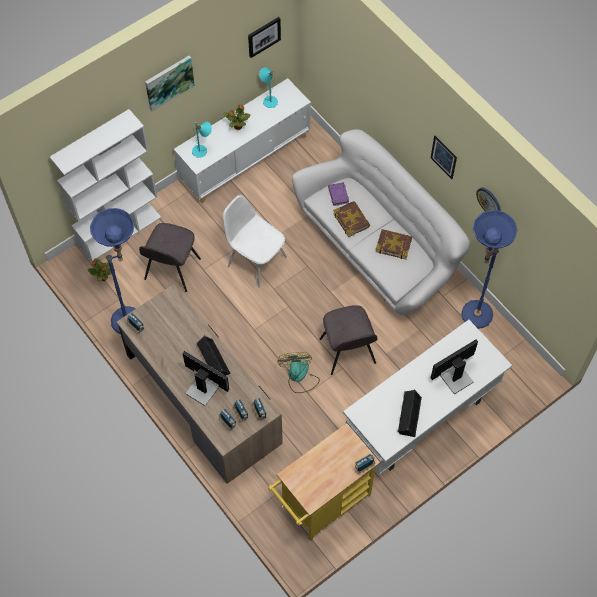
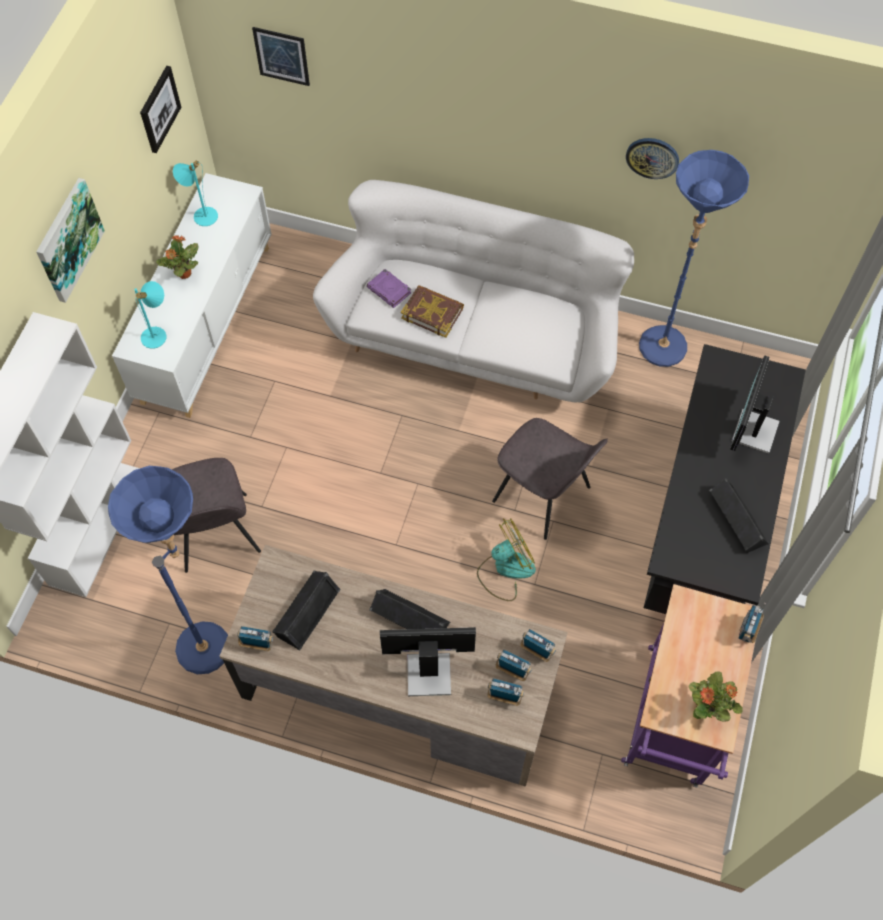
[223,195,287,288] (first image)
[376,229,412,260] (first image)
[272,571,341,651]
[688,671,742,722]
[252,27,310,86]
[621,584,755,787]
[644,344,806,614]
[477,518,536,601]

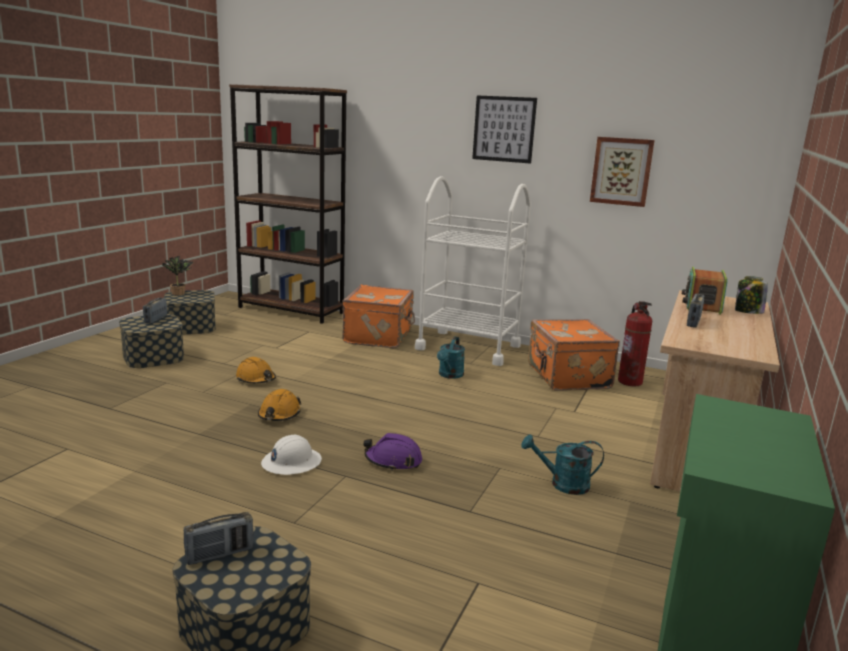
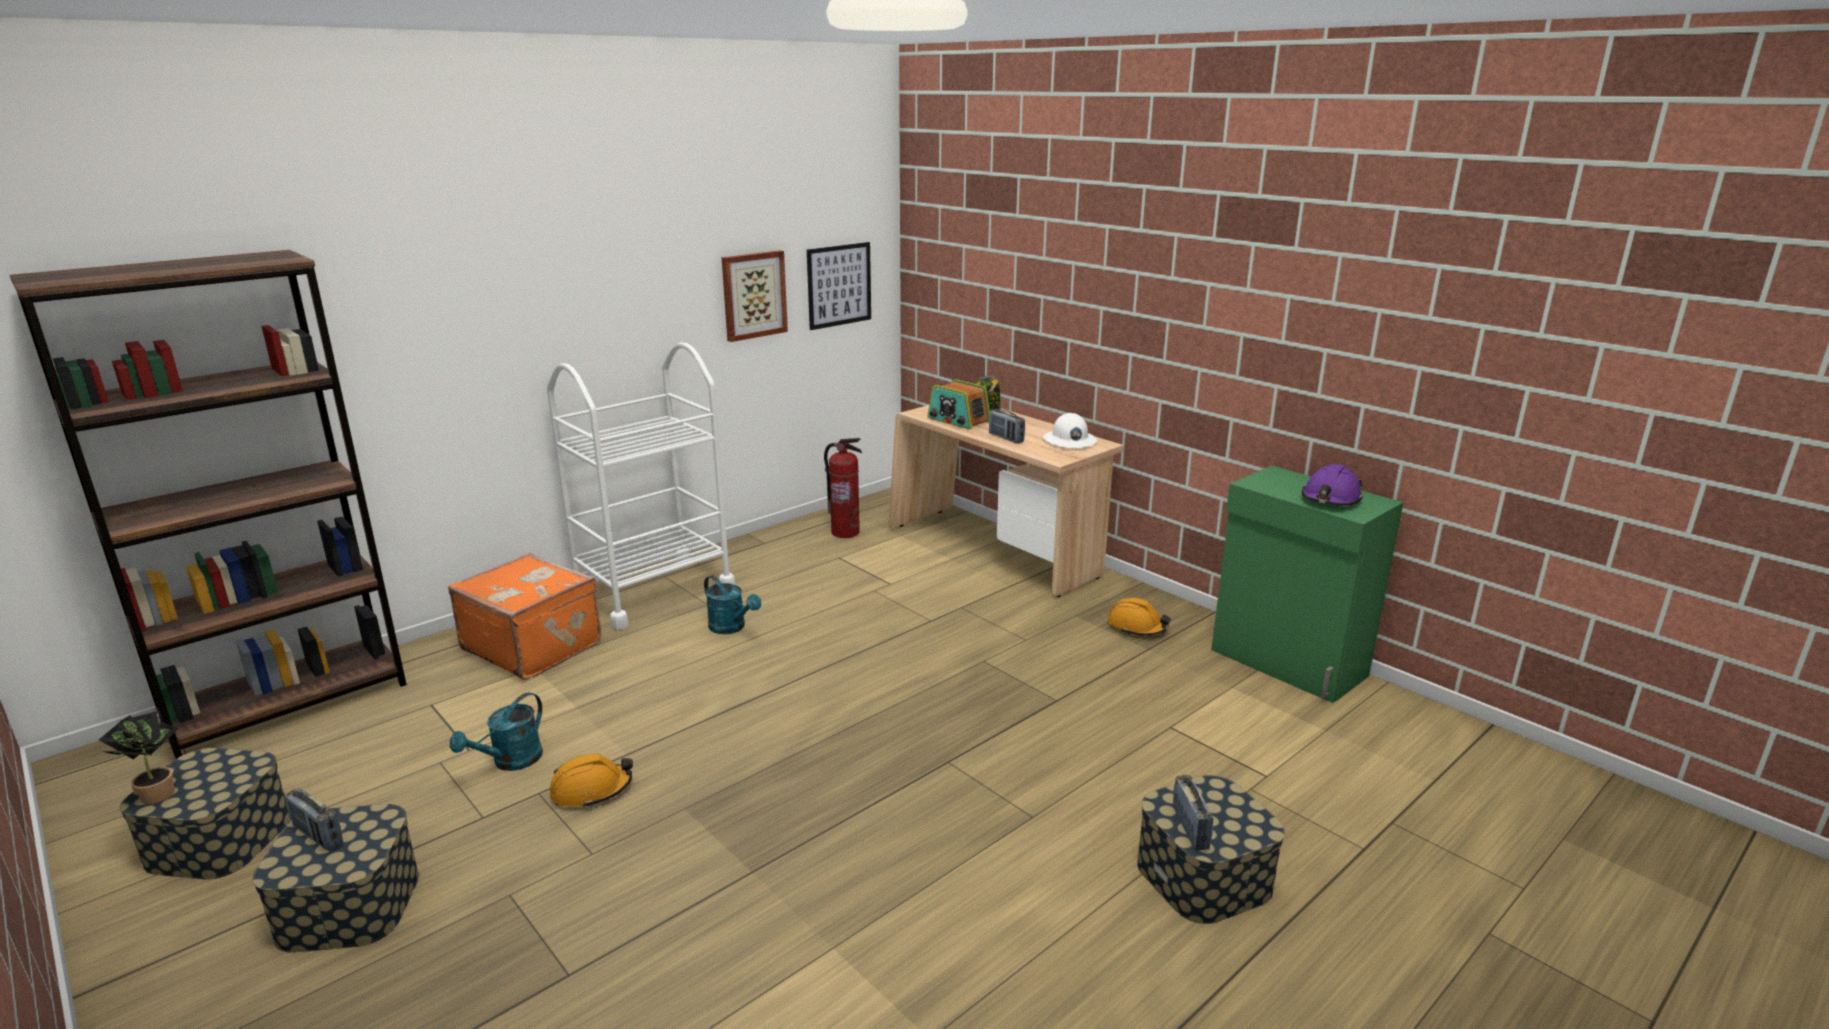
[528,319,620,391] (first image)
[1107,598,1171,636]
[1043,413,1097,448]
[1301,464,1363,506]
[807,242,871,330]
[450,692,543,771]

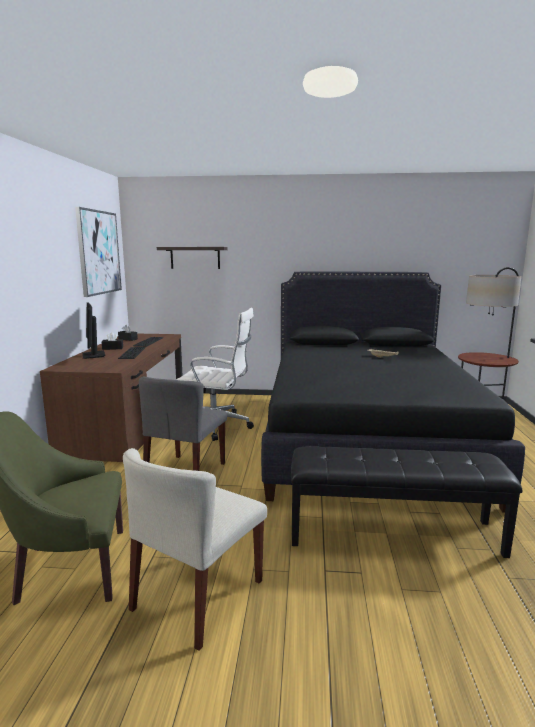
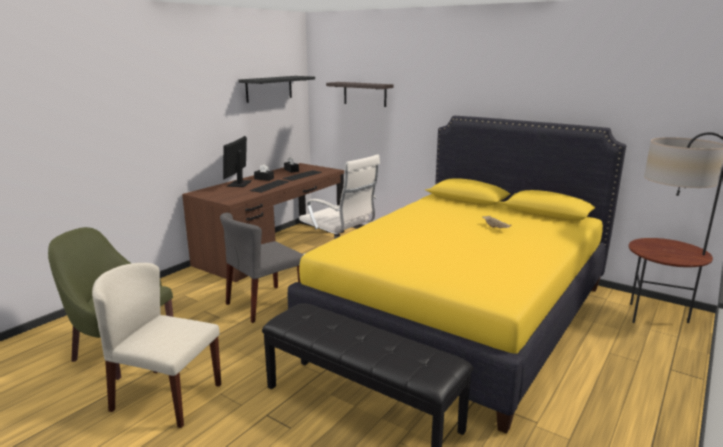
[239,76,315,103]
[288,116,626,434]
[92,263,221,428]

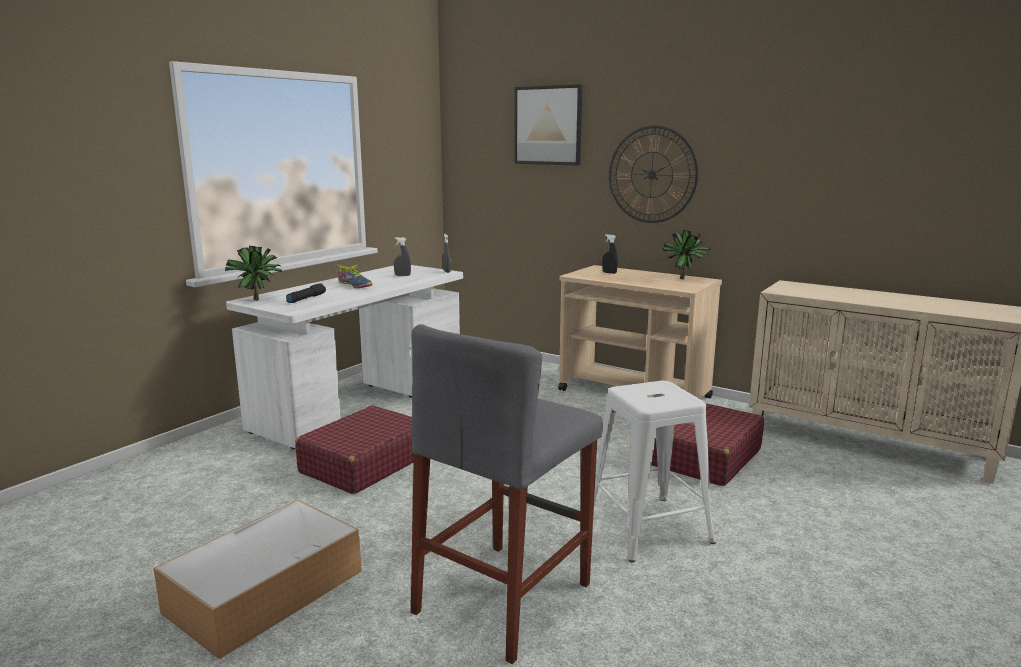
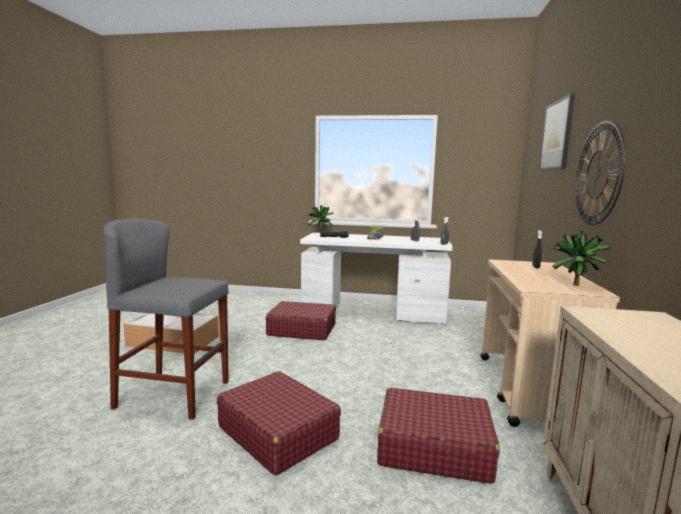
[217,371,341,475]

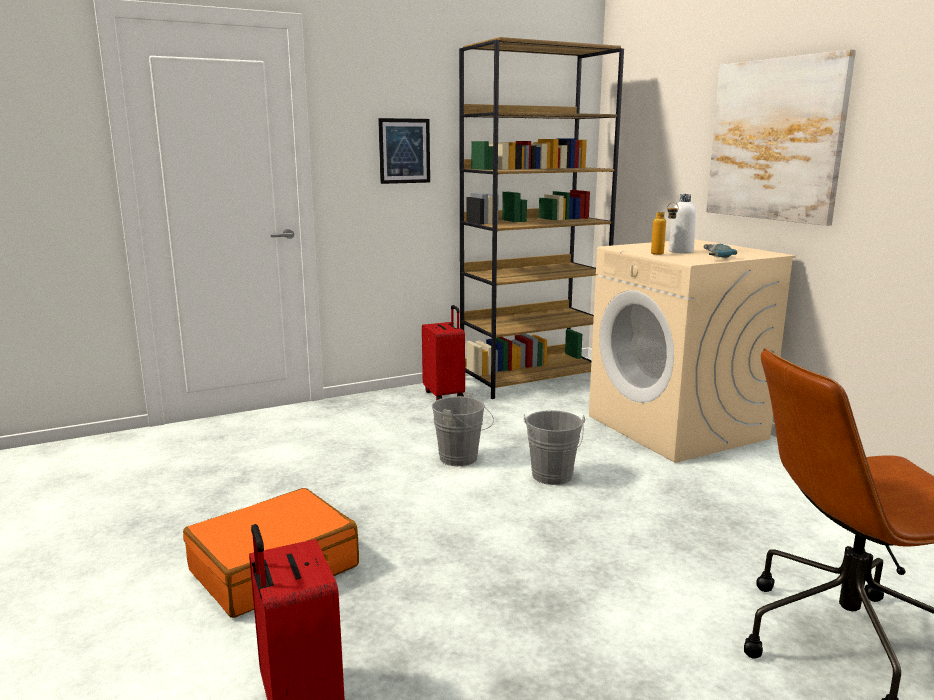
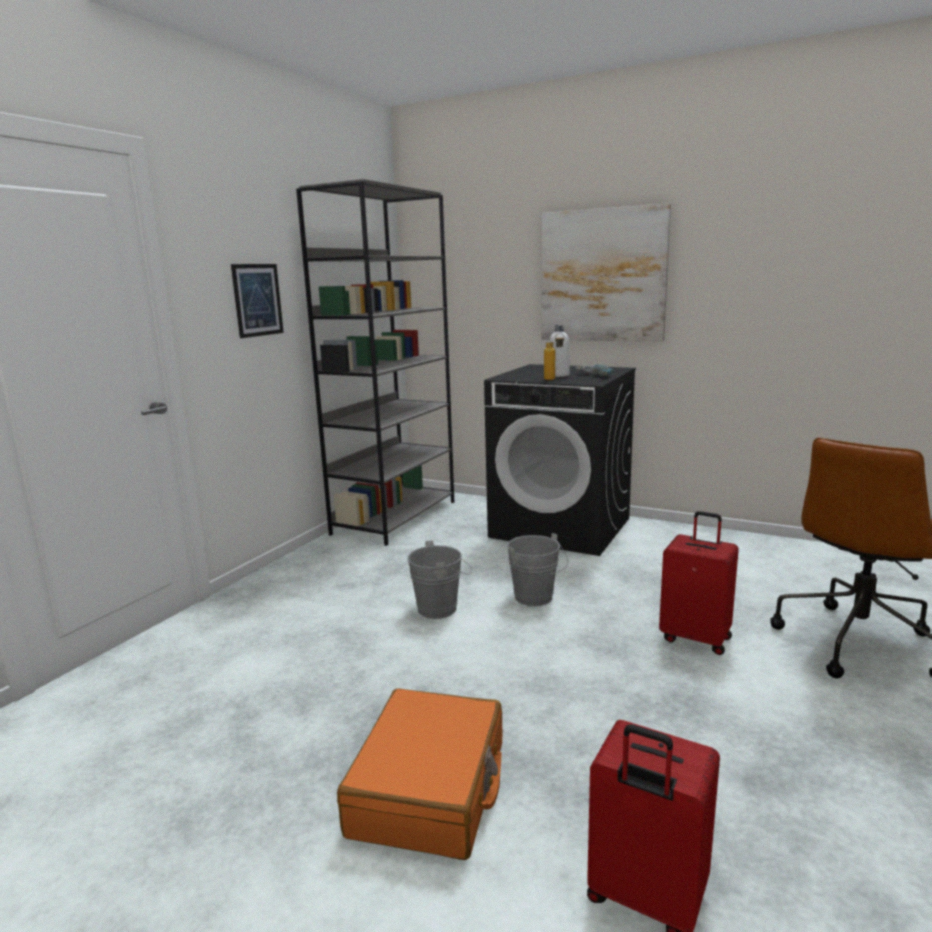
[659,511,739,655]
[296,179,454,546]
[484,364,636,556]

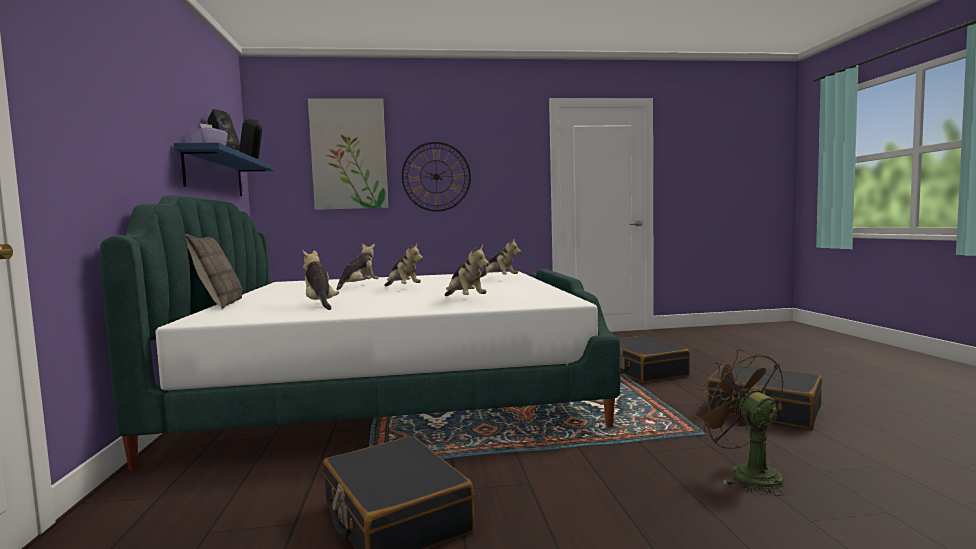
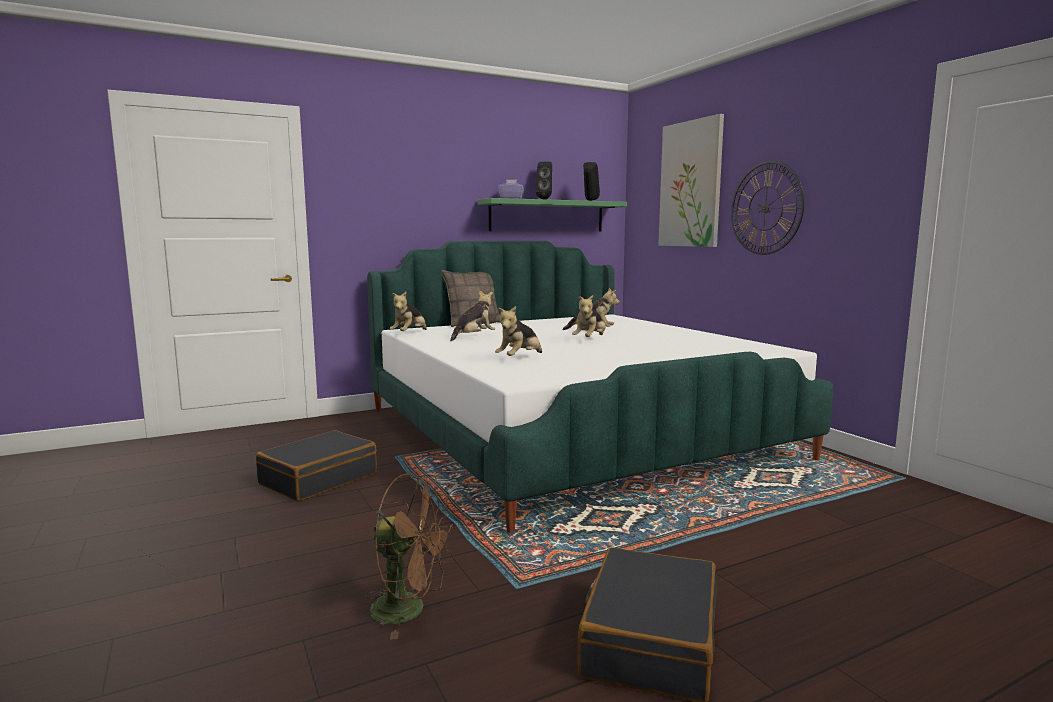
[619,335,690,383] (first image)
[390,292,427,331]
[478,198,627,232]
[366,474,455,640]

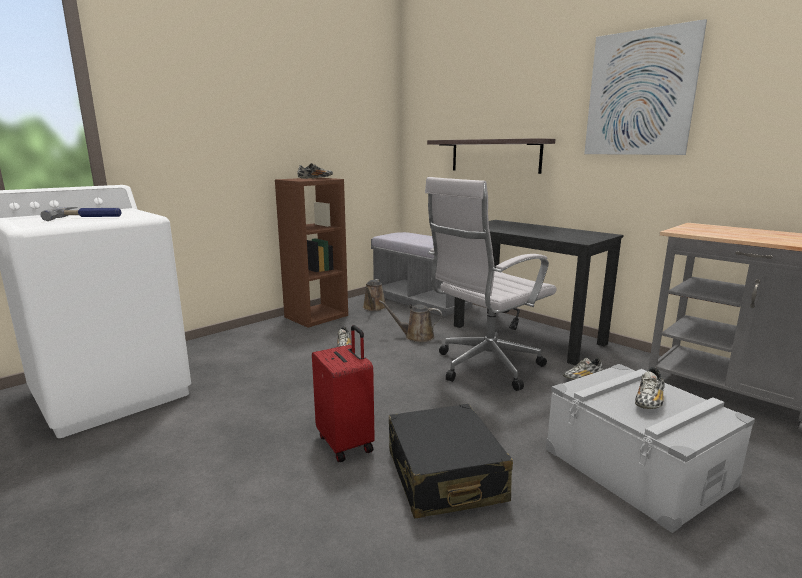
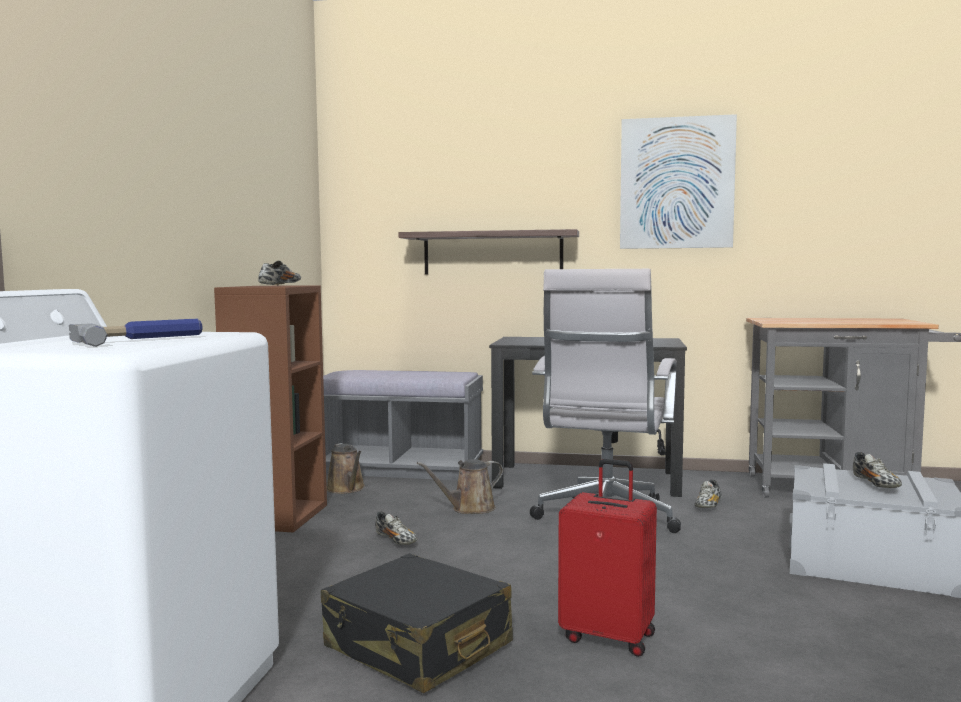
[321,553,513,693]

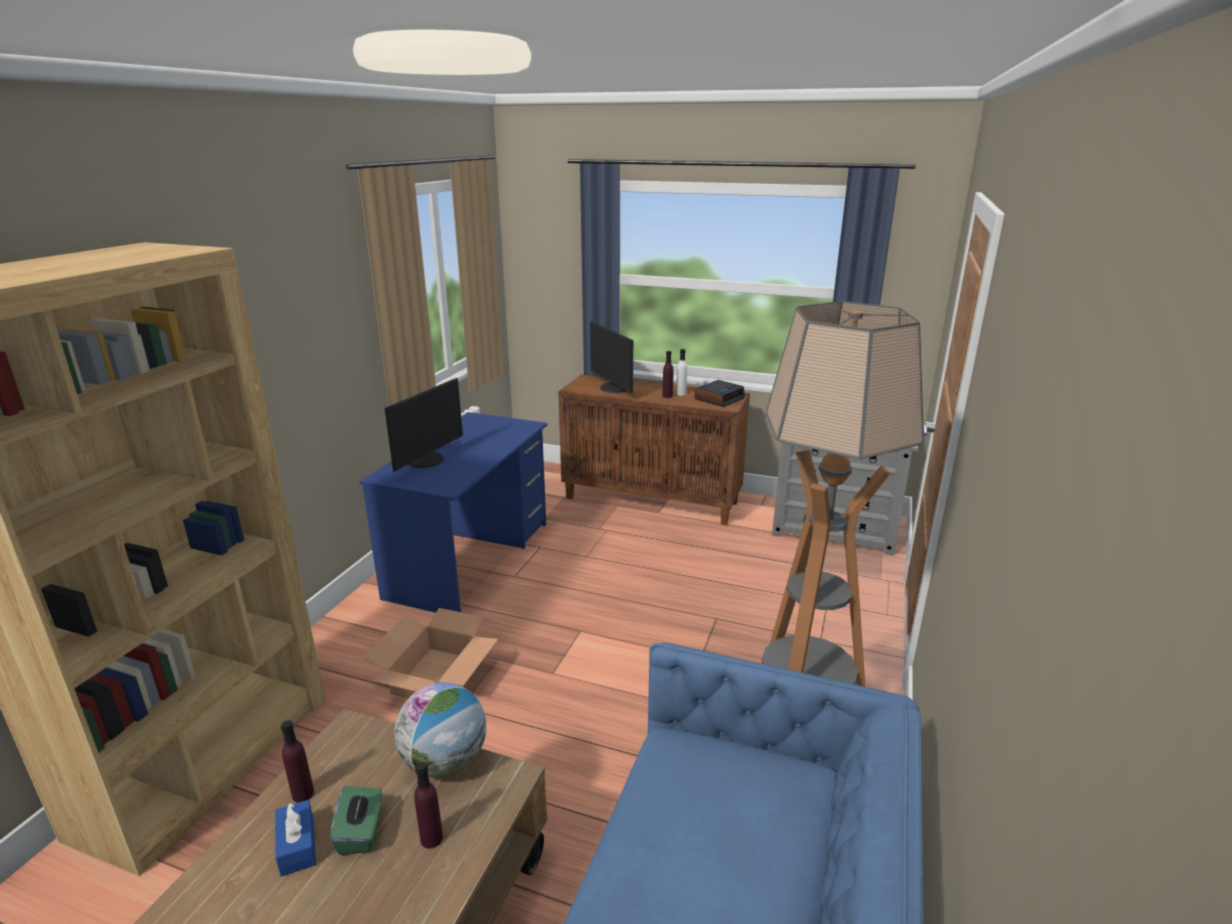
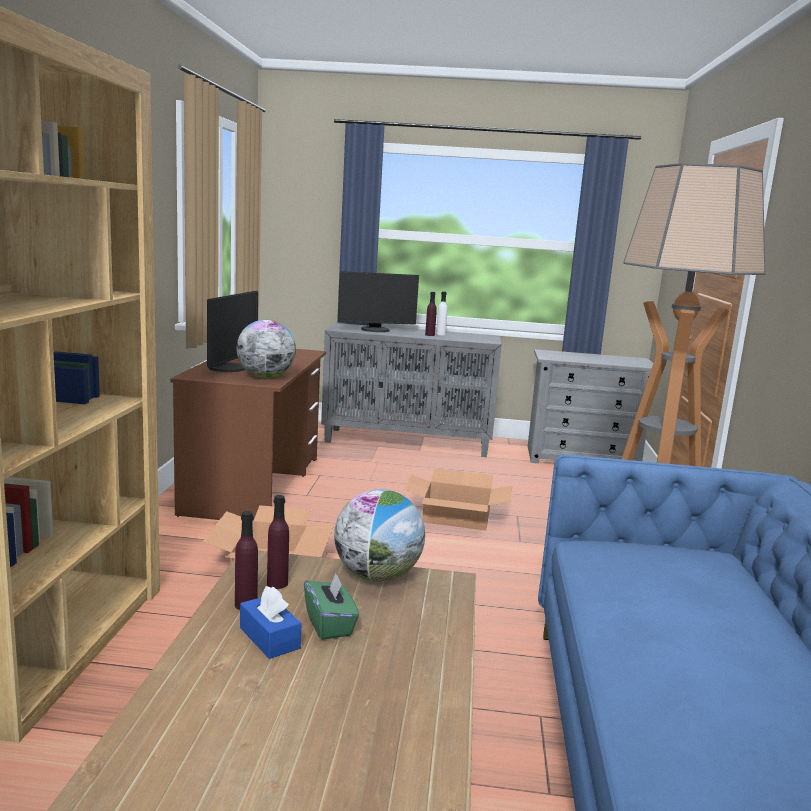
[695,380,745,407] (first image)
[237,319,296,378]
[404,468,512,531]
[267,495,289,589]
[170,349,326,521]
[321,323,501,457]
[338,271,419,332]

